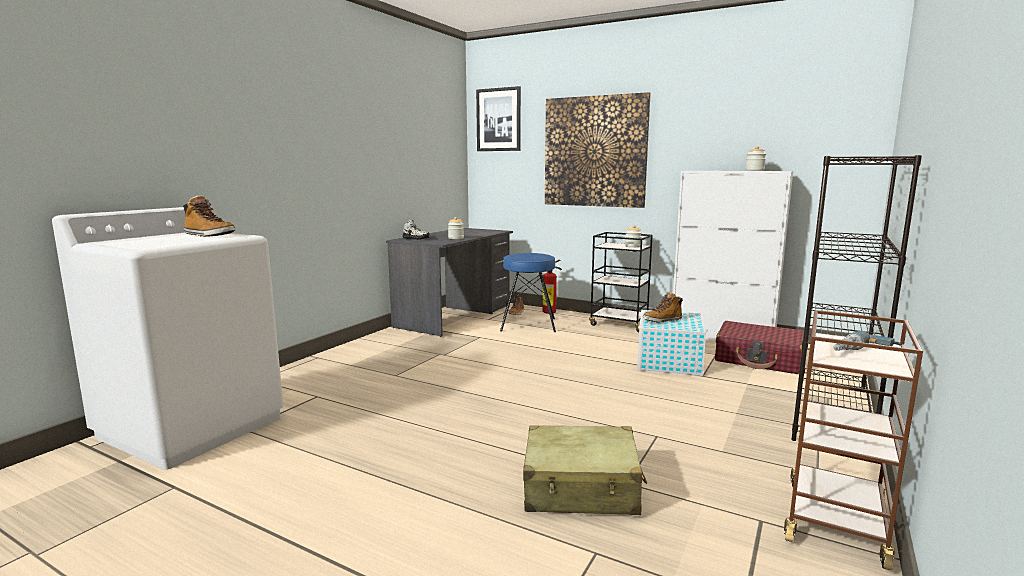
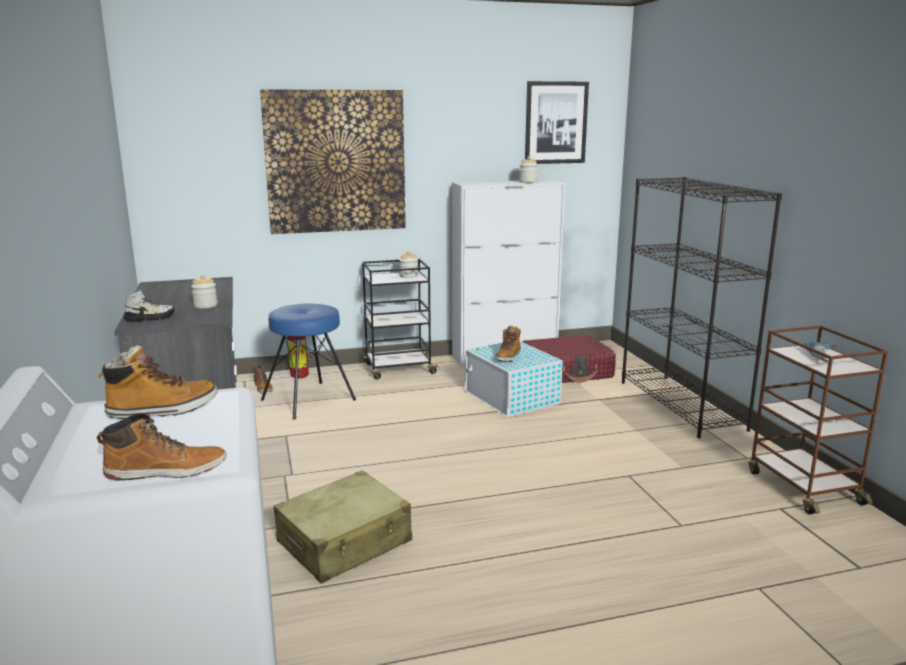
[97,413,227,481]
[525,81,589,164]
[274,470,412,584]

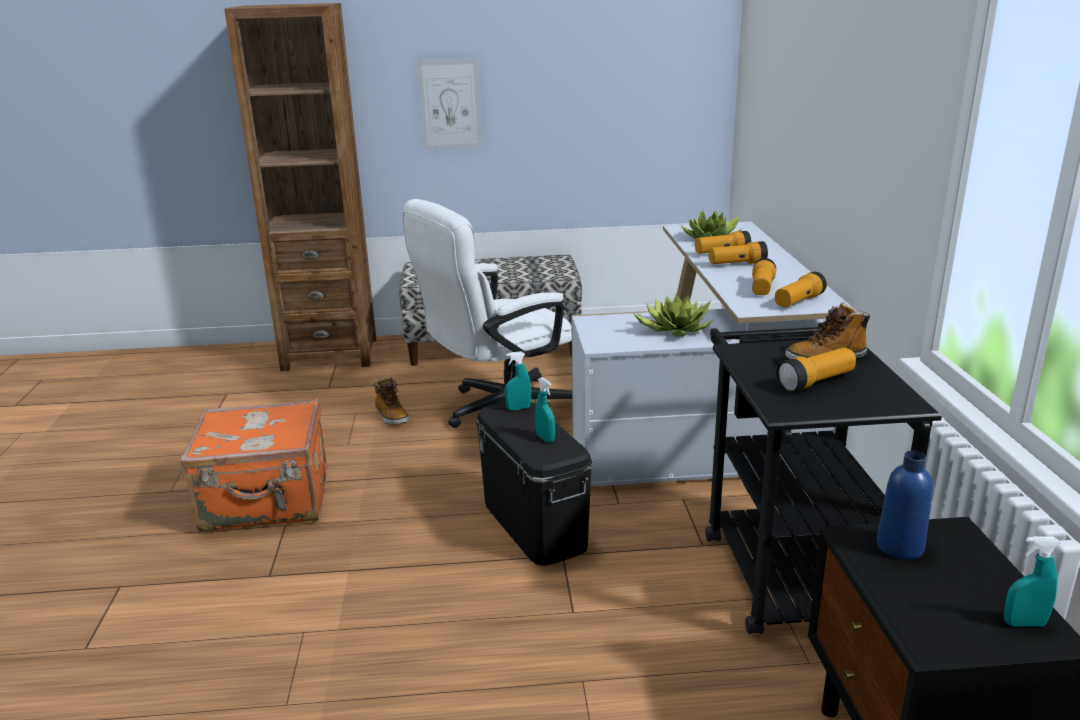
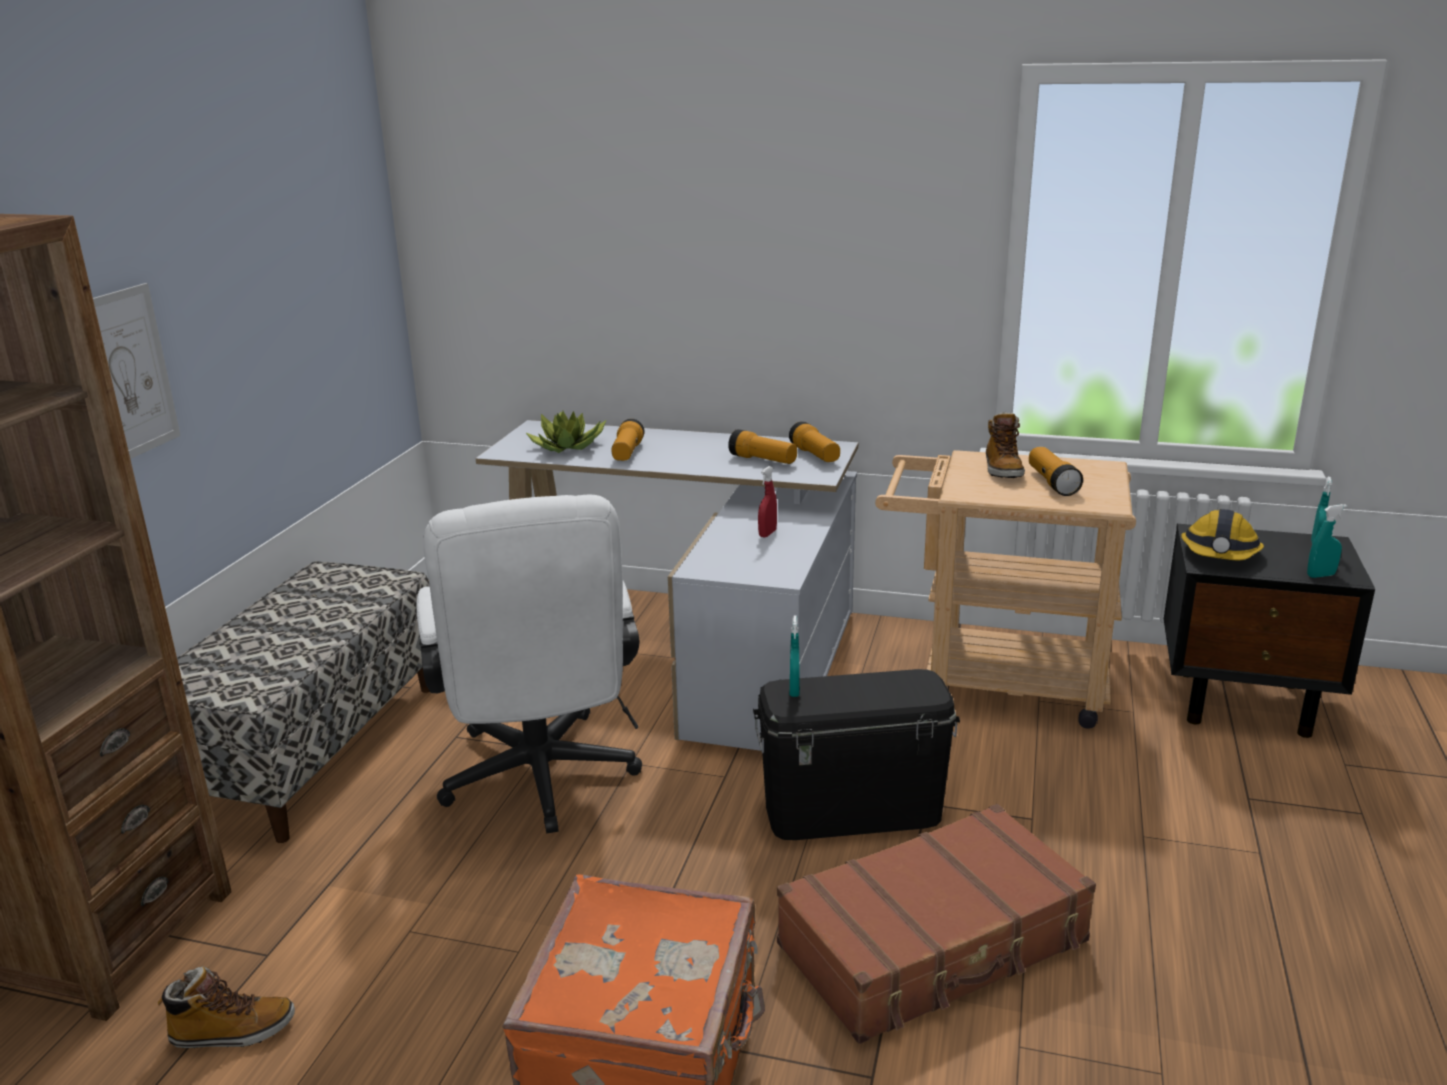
[709,241,768,264] (first image)
[777,804,1096,1044]
[158,966,295,1048]
[1307,504,1347,578]
[758,466,777,537]
[1181,509,1264,561]
[875,450,1136,729]

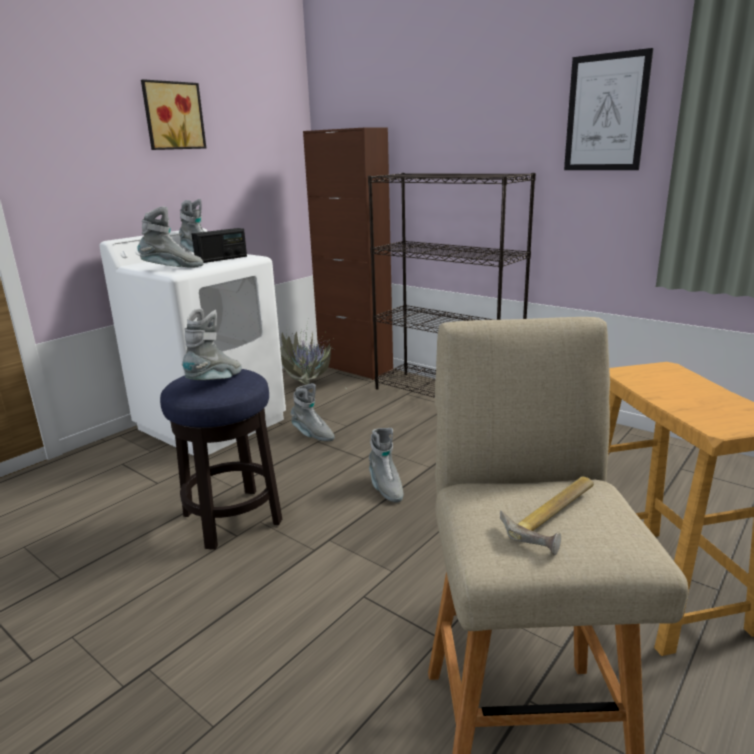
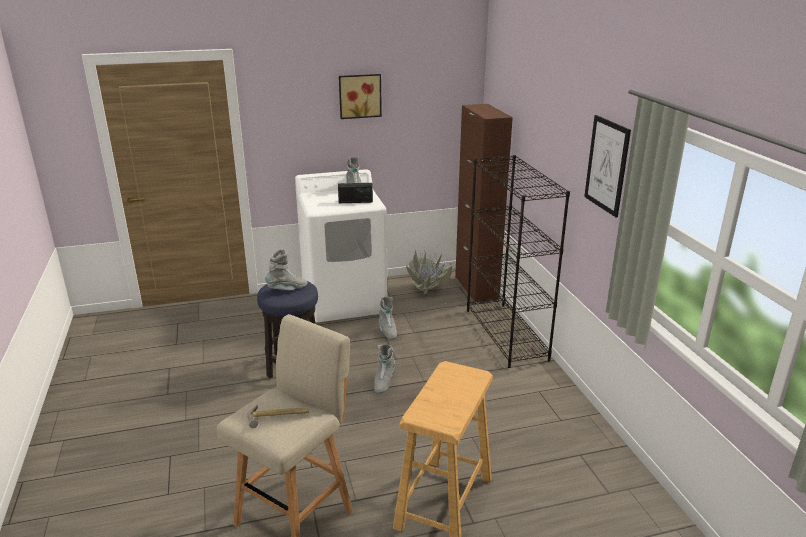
[137,206,204,268] (first image)

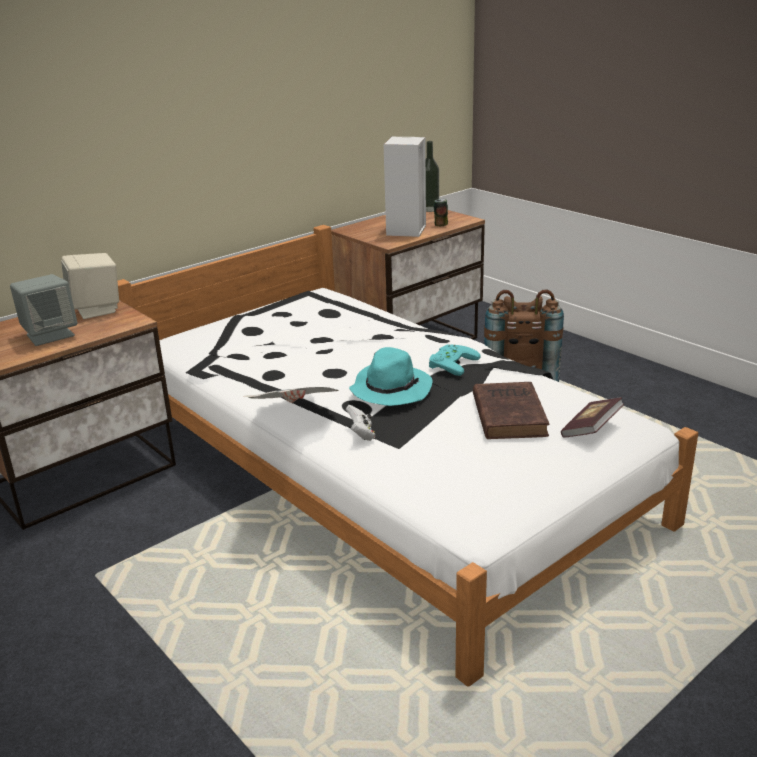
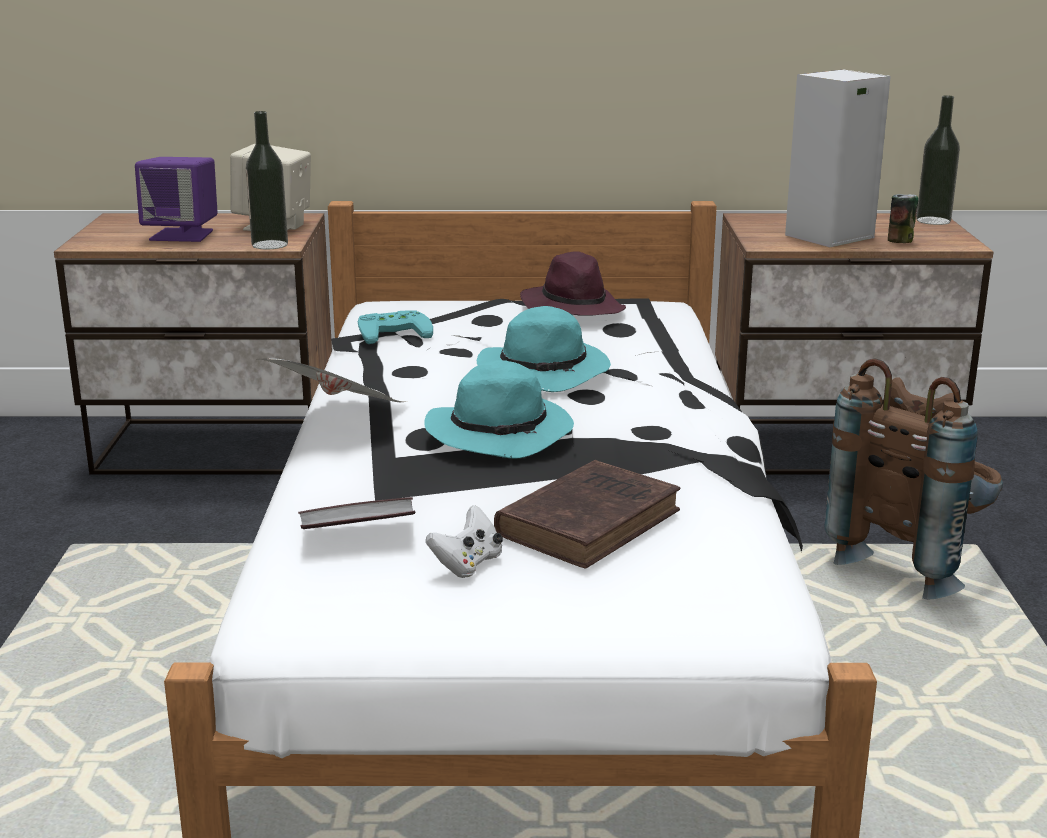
[246,111,288,249]
[477,306,611,392]
[520,252,626,316]
[426,505,503,578]
[358,311,433,344]
[298,497,415,529]
[135,157,218,242]

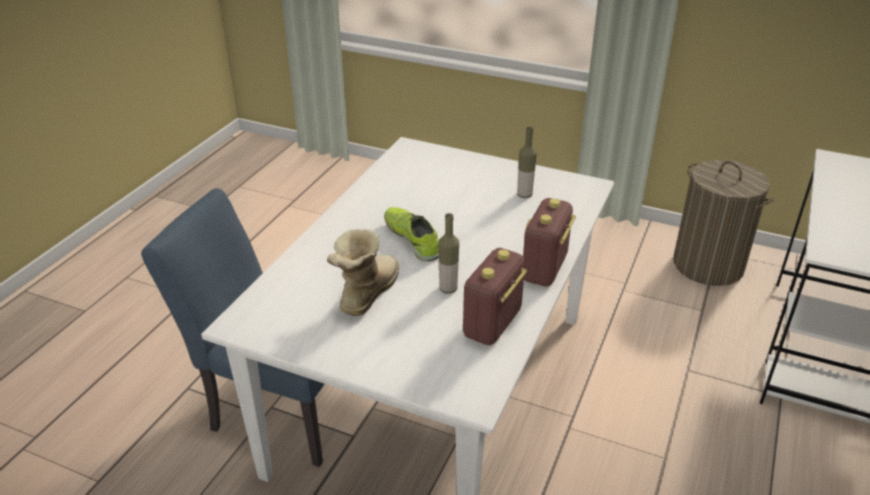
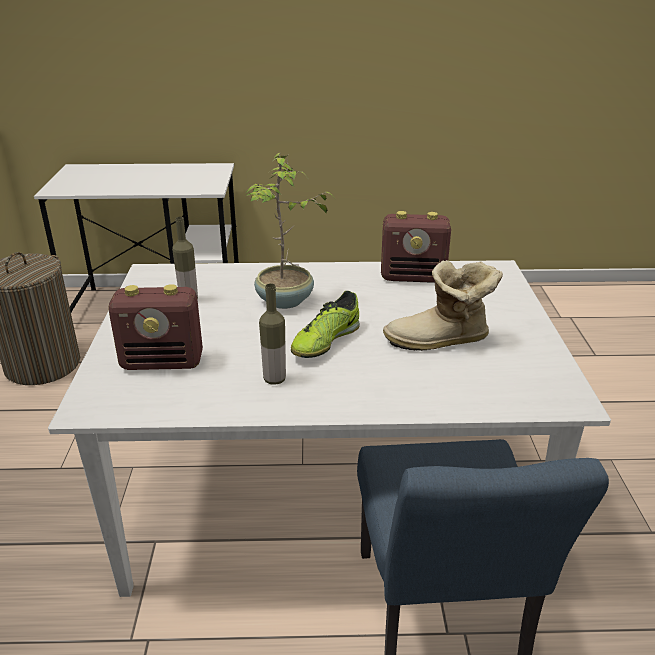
[244,153,334,309]
[259,283,286,385]
[108,284,203,370]

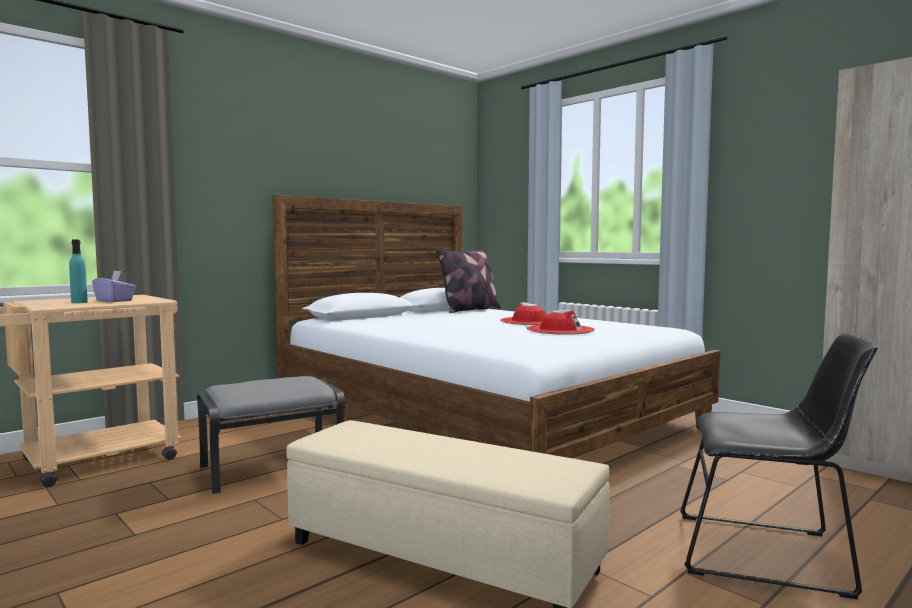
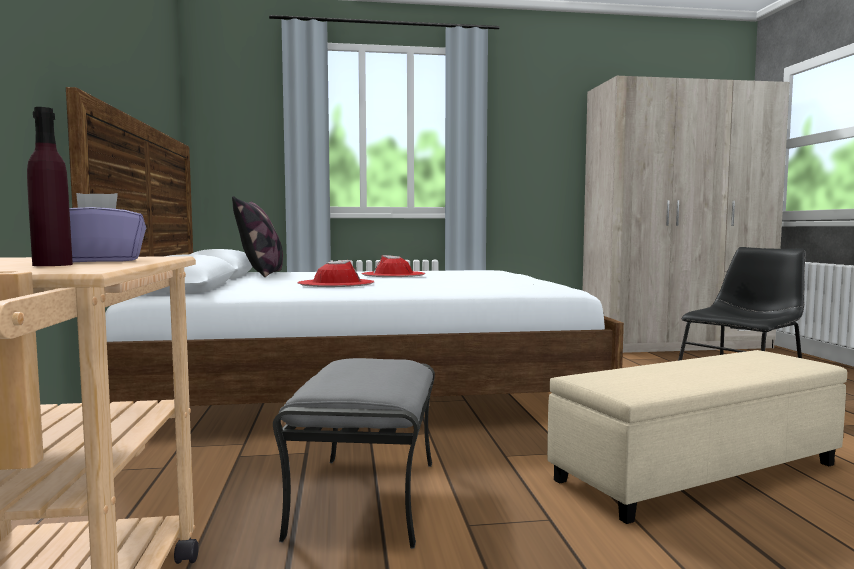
[298,260,374,287]
[27,107,73,266]

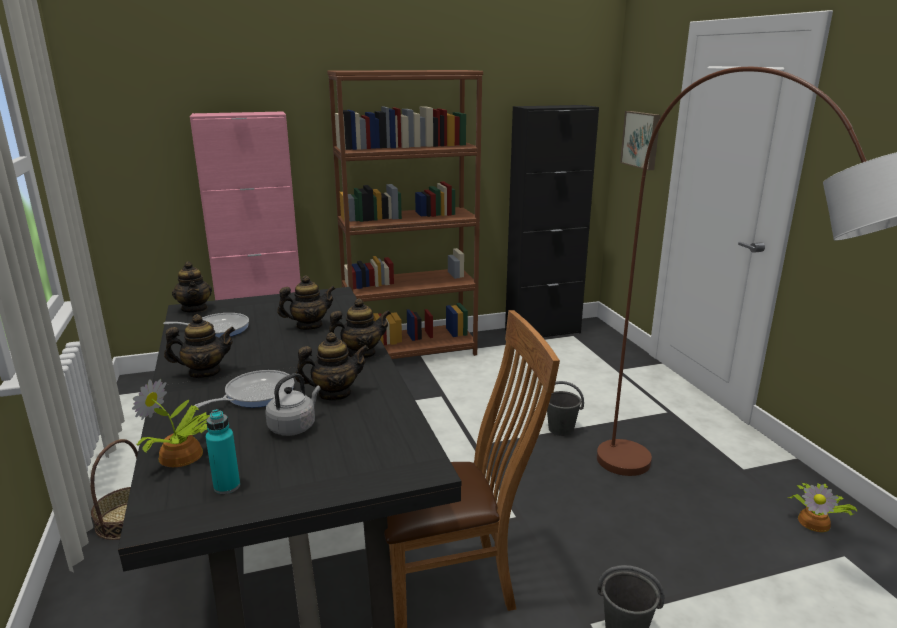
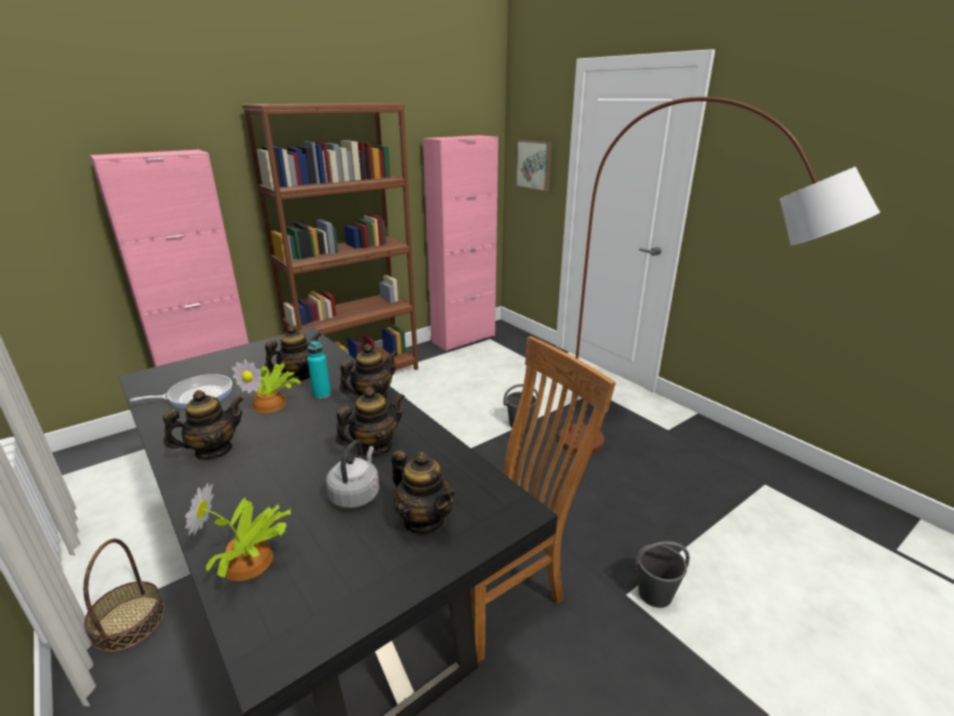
[194,370,294,408] (first image)
[391,450,456,534]
[307,340,331,399]
[232,359,302,413]
[423,135,498,351]

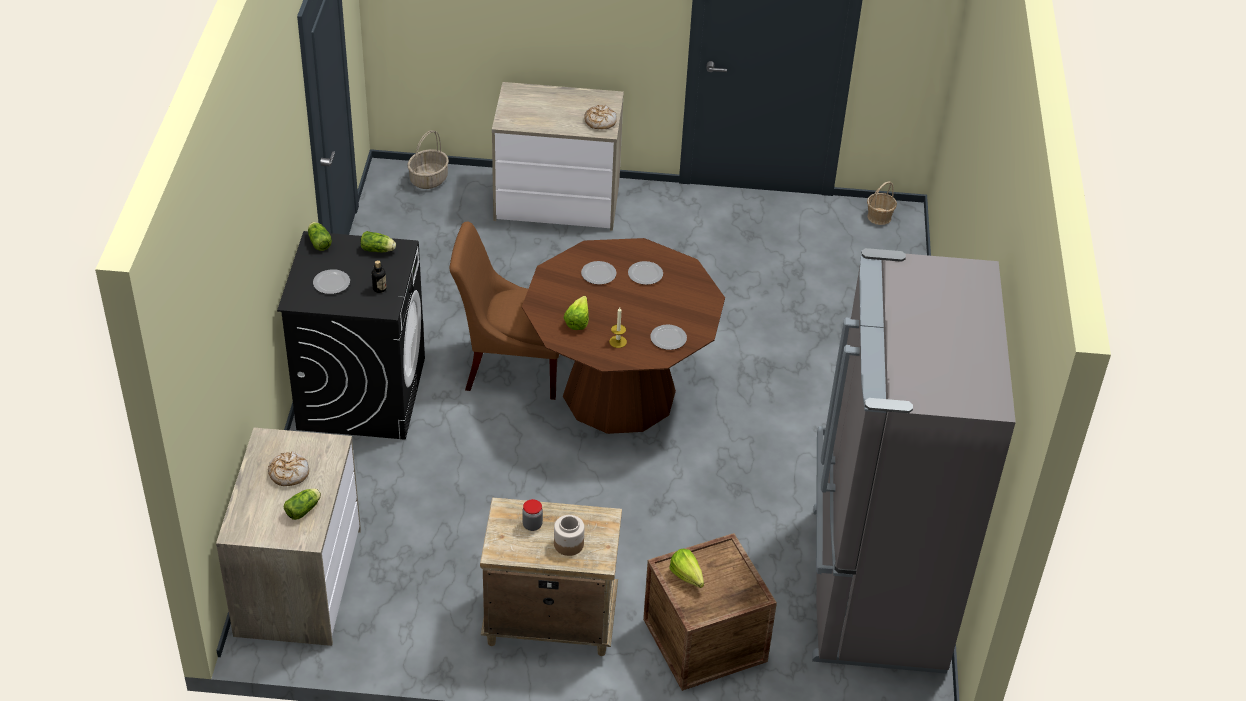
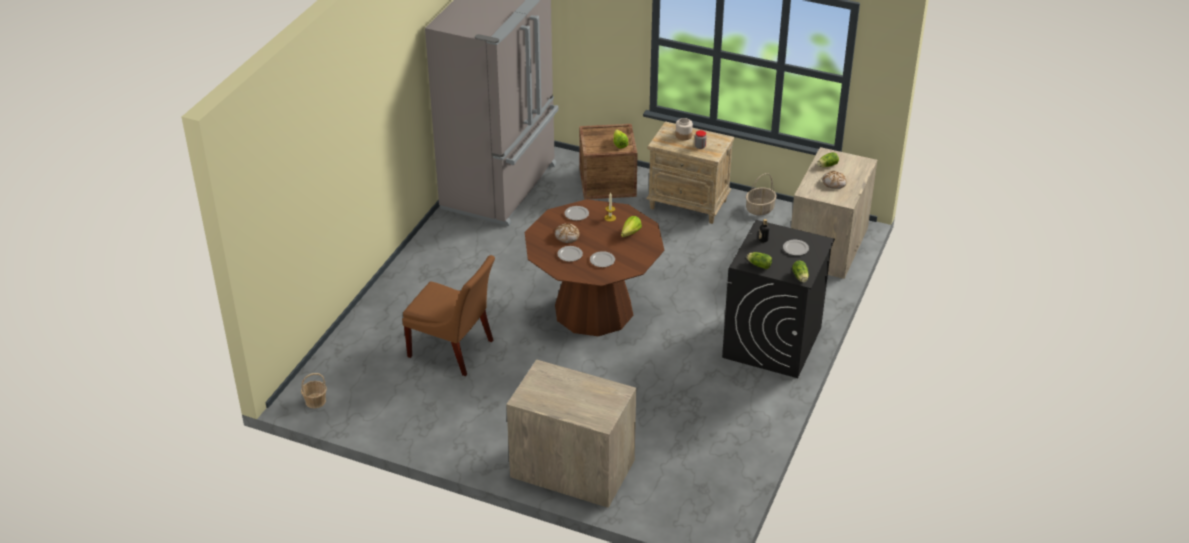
[746,173,777,215]
[402,255,495,376]
[555,223,580,243]

